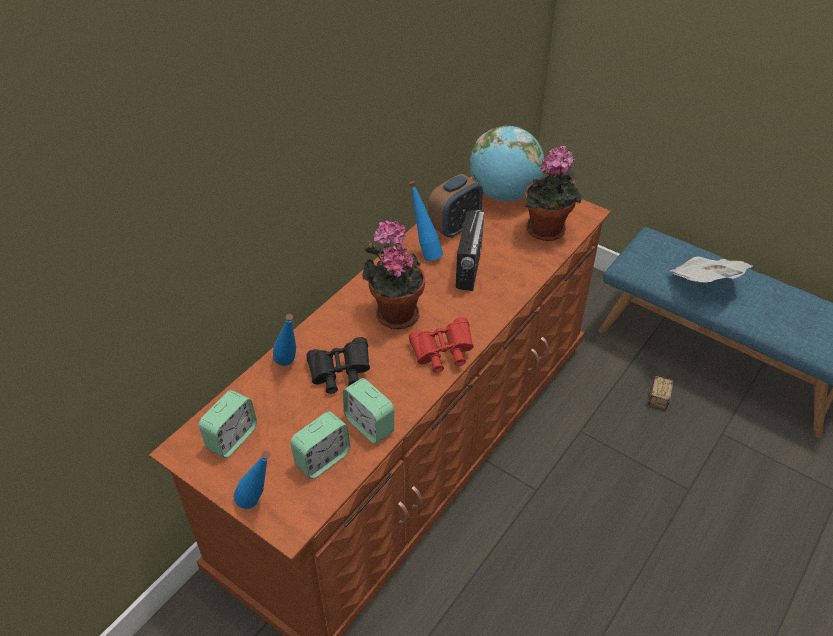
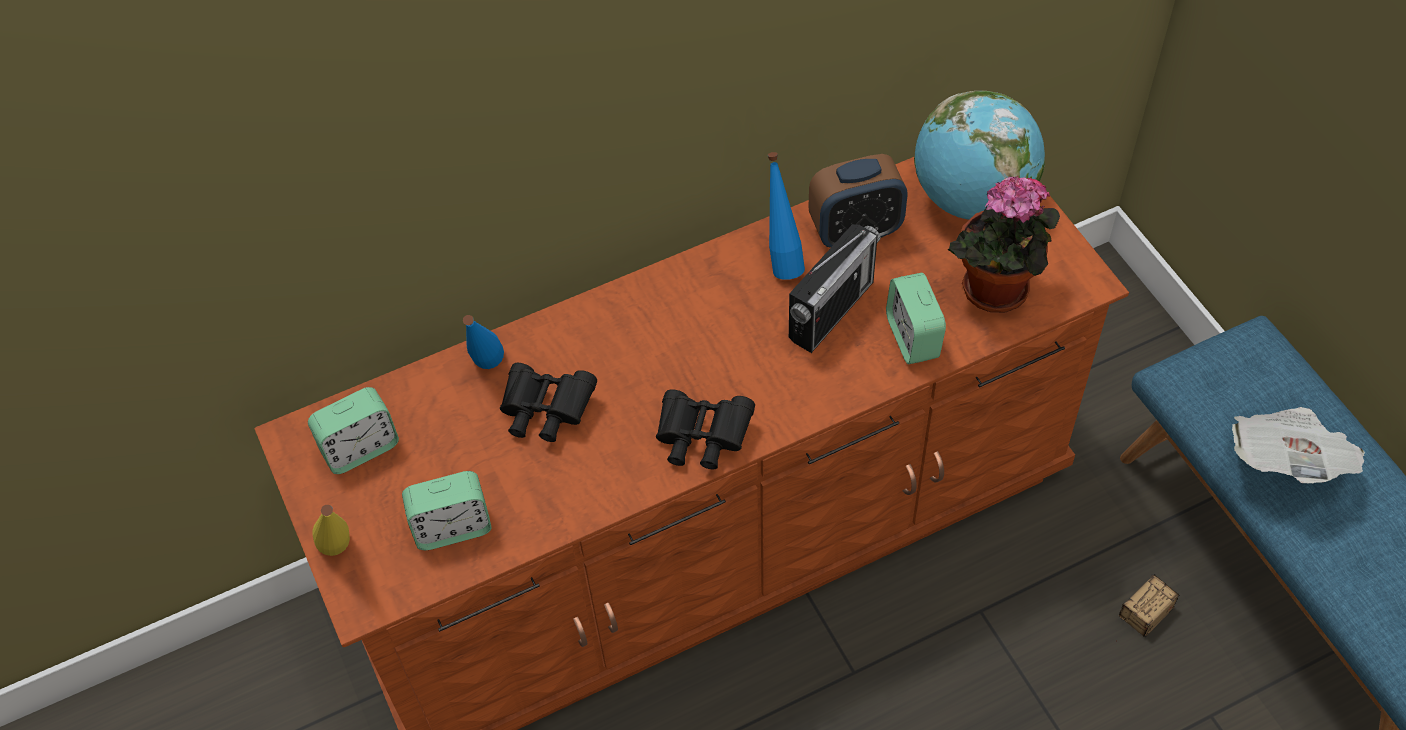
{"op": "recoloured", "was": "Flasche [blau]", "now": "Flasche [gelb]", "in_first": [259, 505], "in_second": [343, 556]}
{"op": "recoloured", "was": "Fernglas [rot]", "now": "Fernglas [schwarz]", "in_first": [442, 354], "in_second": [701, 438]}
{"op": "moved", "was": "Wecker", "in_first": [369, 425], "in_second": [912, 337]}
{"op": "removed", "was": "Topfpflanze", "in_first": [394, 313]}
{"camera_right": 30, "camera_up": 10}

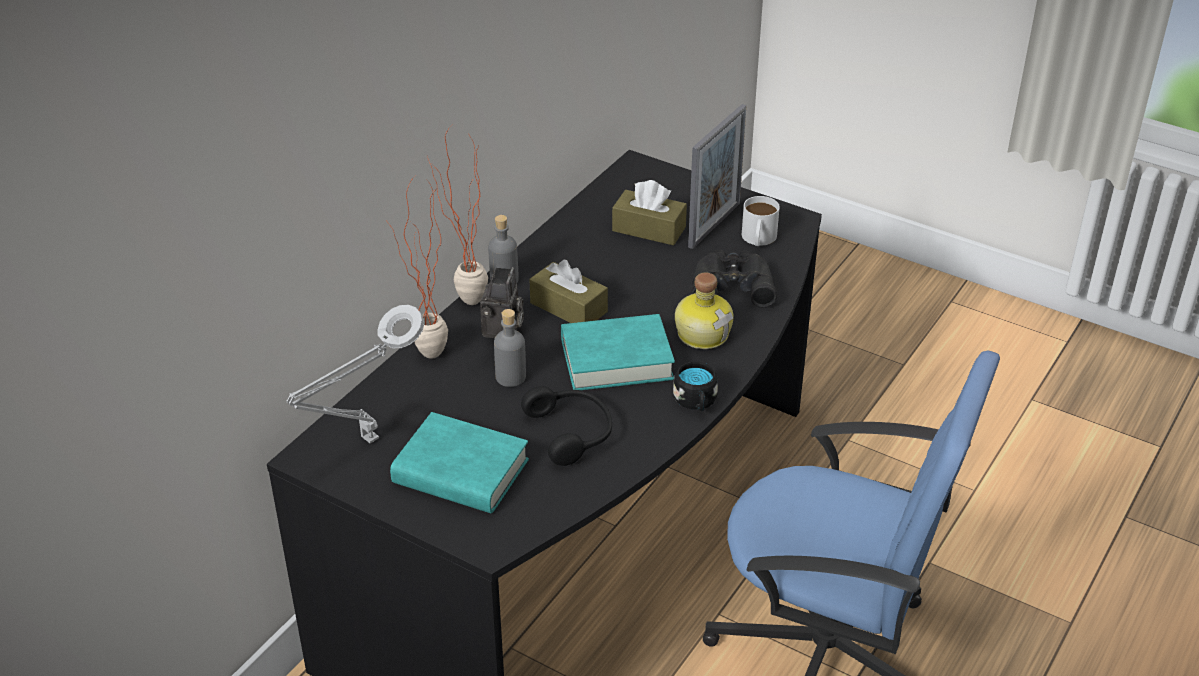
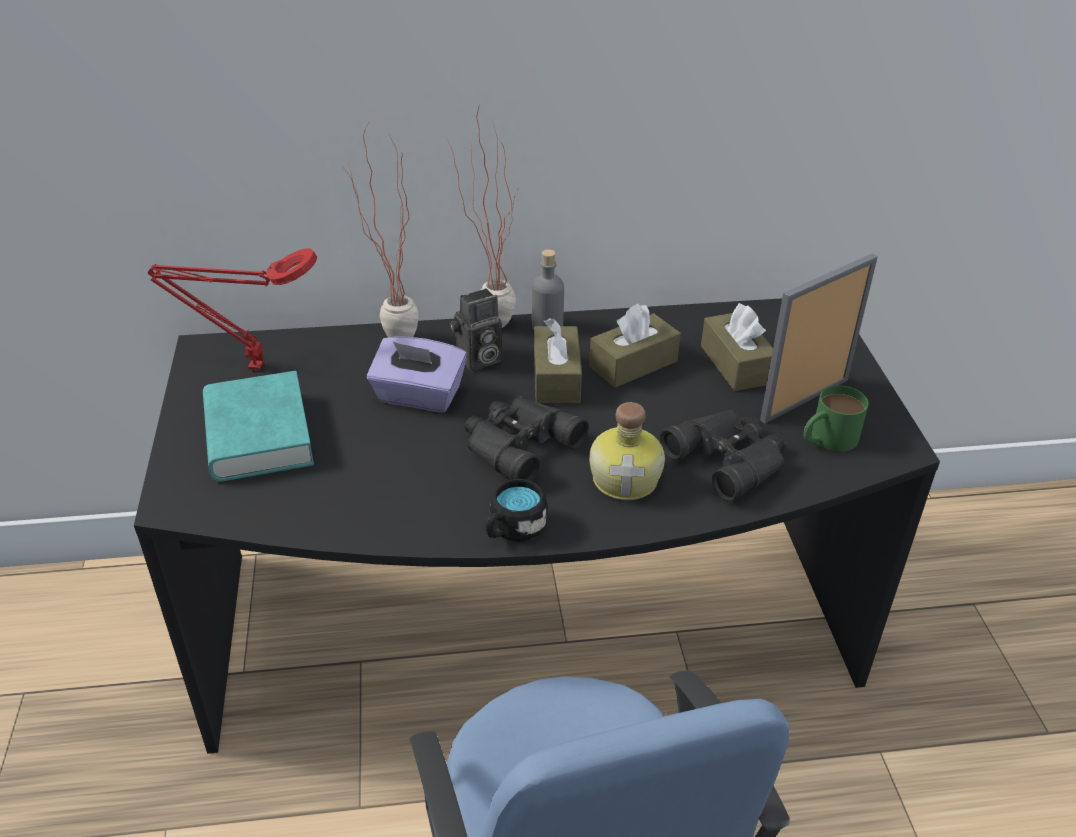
{"op": "recoloured", "was": "Tischlampe [grau]", "now": "Tischlampe [rot]", "in_first": [366, 441], "in_second": [251, 366]}
{"op": "replaced", "was": "Flasche [grau]", "now": "Taschentuchbox [lila]", "in_first": [510, 377], "in_second": [418, 396]}
{"op": "replaced", "was": "Buch [türkis]", "now": "Fernglas [schwarz]", "in_first": [616, 360], "in_second": [516, 444]}
{"op": "added", "now": "Taschentuchbox [braun]", "in_second": [633, 364]}
{"op": "turned", "was": "Bilderrahmen", "in_first": [714, 225], "in_second": [804, 400], "clockwise": 150}
{"op": "recoloured", "was": "Henkelbecher [weiß]", "now": "Henkelbecher [grün]", "in_first": [758, 239], "in_second": [827, 439]}
{"op": "removed", "was": "Kopfhörer [schwarz]", "in_first": [572, 432]}
{"camera_right": 50, "camera_up": 0}

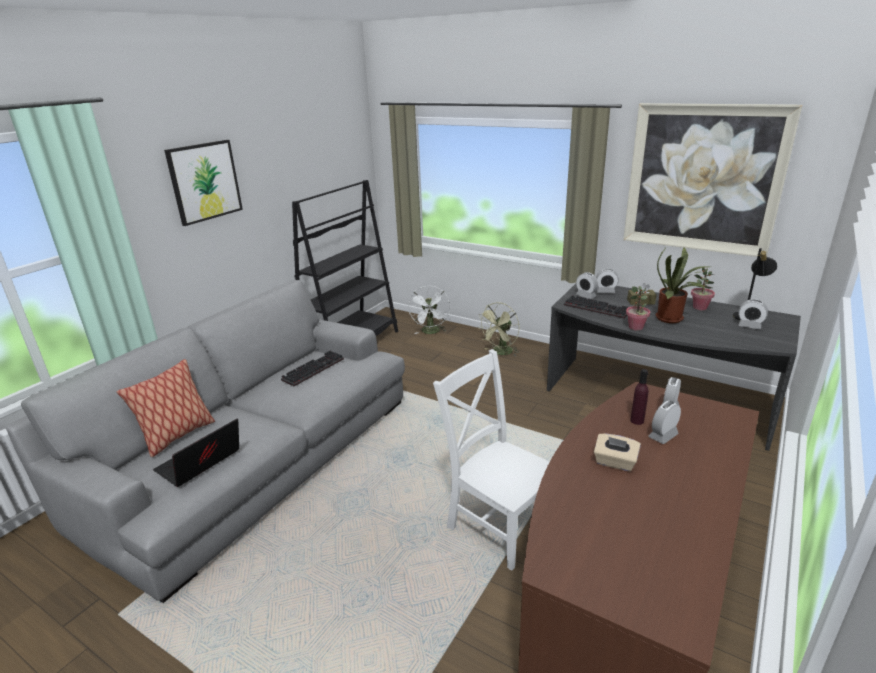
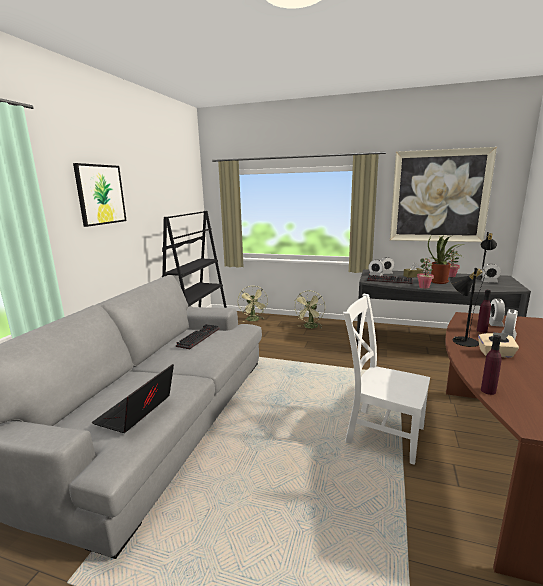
{"op": "recoloured", "was": "Ventilator [weiß]", "now": "Ventilator [grün]", "in_first": [431, 332], "in_second": [254, 320]}
{"op": "added", "now": "Tischlampe [schwarz]", "in_second": [460, 340]}
{"op": "added", "now": "Flasche [lila]", "in_second": [488, 391]}
{"op": "removed", "was": "Kissen", "in_first": [178, 436]}
{"camera_right": -15, "camera_up": -10}

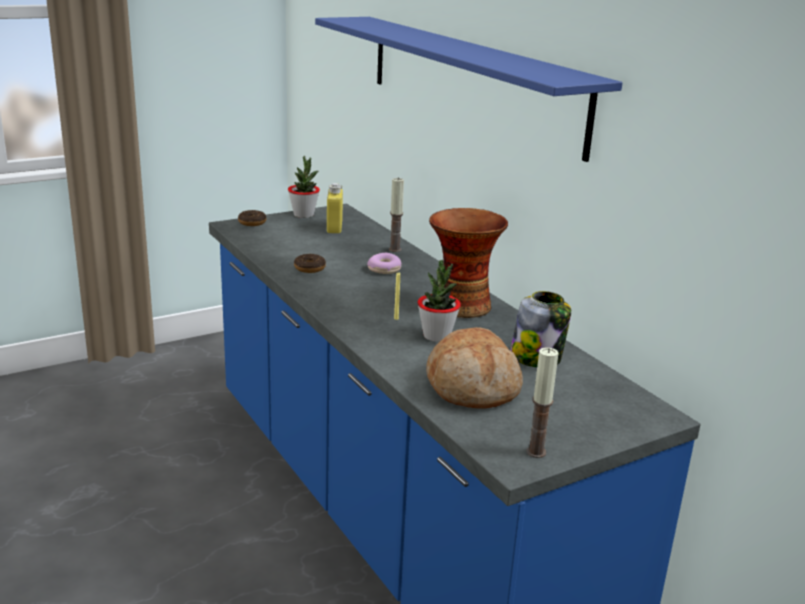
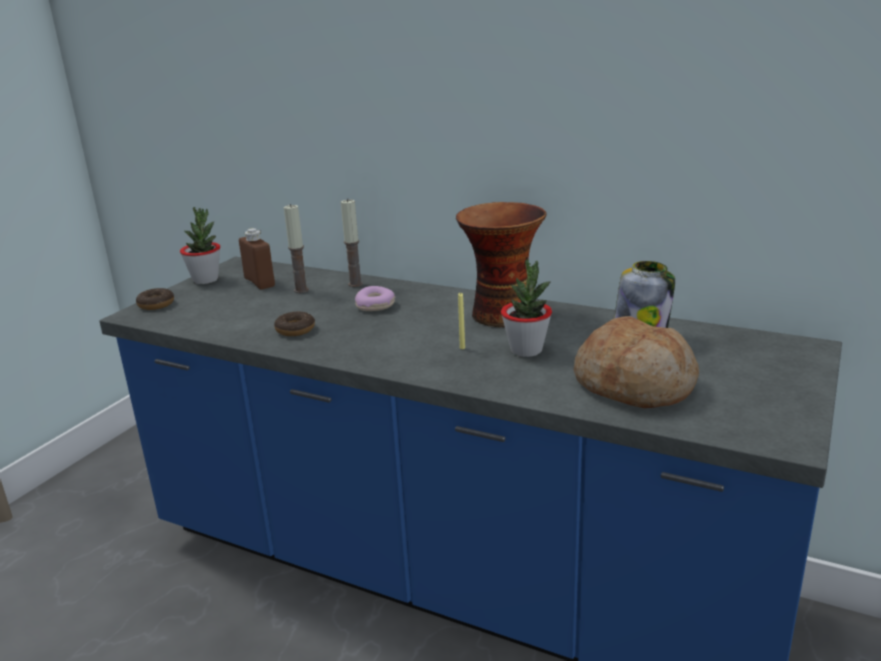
{"op": "recoloured", "was": "Flasche [gelb]", "now": "Flasche [braun]", "in_first": [334, 227], "in_second": [259, 282]}
{"op": "moved", "was": "Kerze", "in_first": [536, 452], "in_second": [301, 290]}
{"op": "removed", "was": "Wandregal [blau]", "in_first": [470, 80]}
{"camera_right": -30, "camera_up": 0}

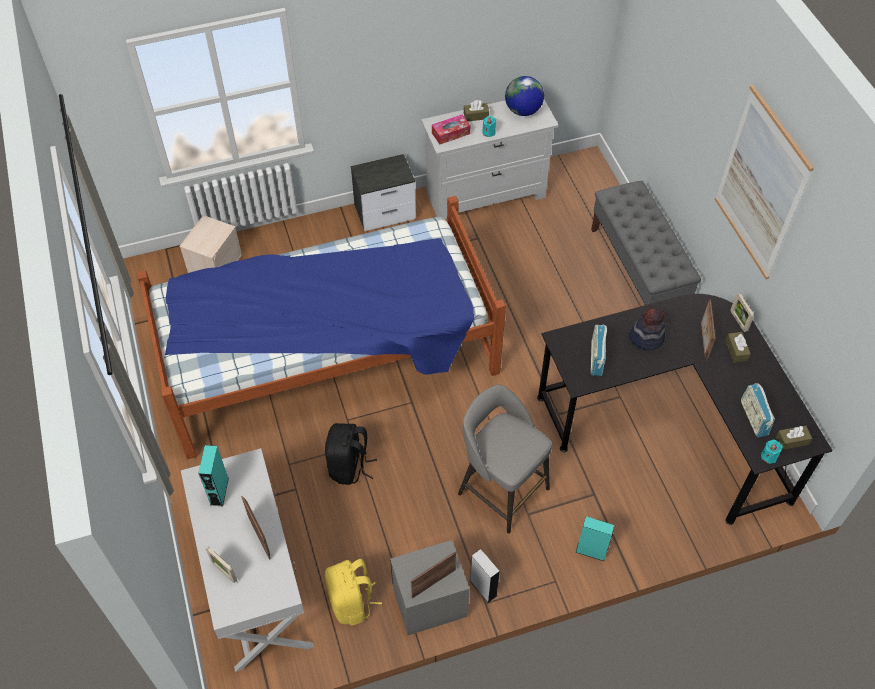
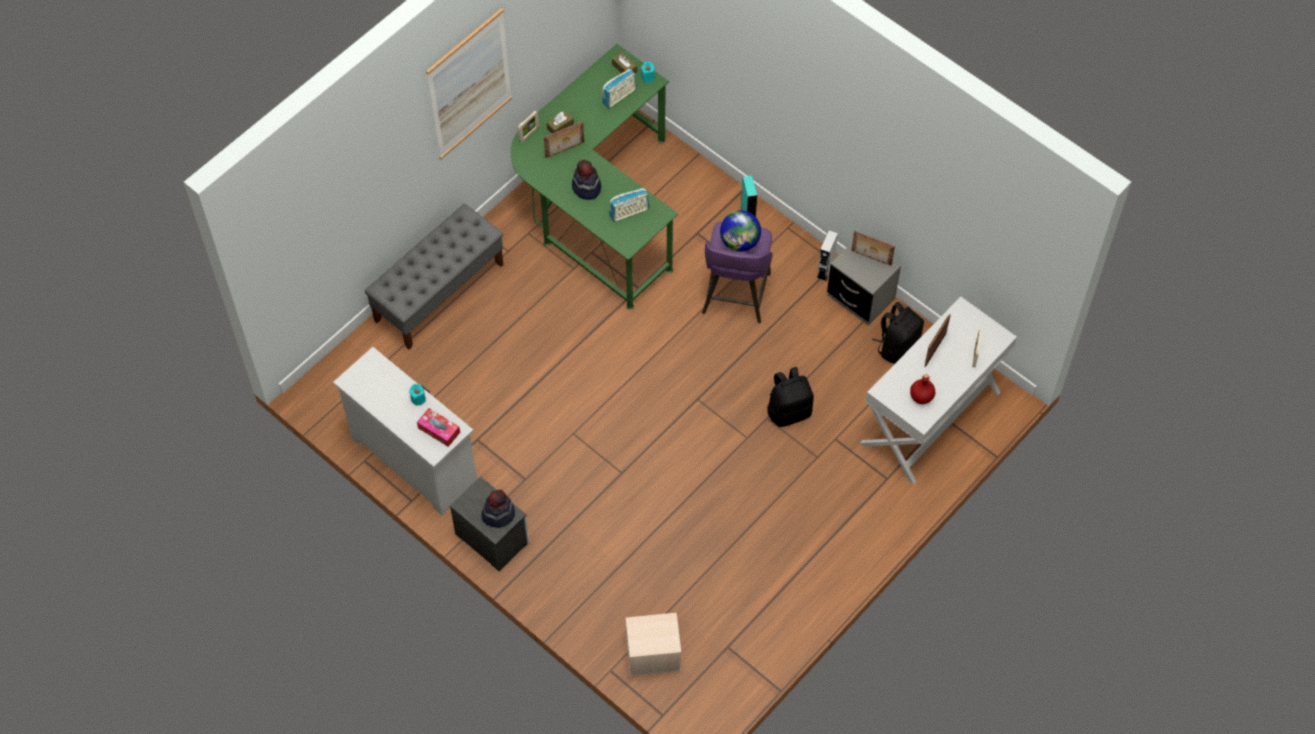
{"op": "added", "now": "Hut", "in_second": [498, 514]}
{"op": "recoloured", "was": "Schreibtisch [schwarz]", "now": "Schreibtisch [grün]", "in_first": [671, 424], "in_second": [596, 207]}
{"op": "recoloured", "was": "Hocker [grau]", "now": "Hocker [lila]", "in_first": [501, 489], "in_second": [735, 295]}
{"op": "moved", "was": "Globus", "in_first": [523, 110], "in_second": [740, 242]}
{"op": "recoloured", "was": "Rucksack [gelb]", "now": "Rucksack [schwarz]", "in_first": [352, 603], "in_second": [897, 347]}
{"op": "replaced", "was": "Lautsprecher [türkis]", "now": "Flasche [rot]", "in_first": [219, 491], "in_second": [921, 397]}
{"op": "removed", "was": "Bett", "in_first": [330, 359]}
{"op": "removed", "was": "Taschentuchbox [braun]", "in_first": [476, 116]}
{"camera_right": -120, "camera_up": 5}

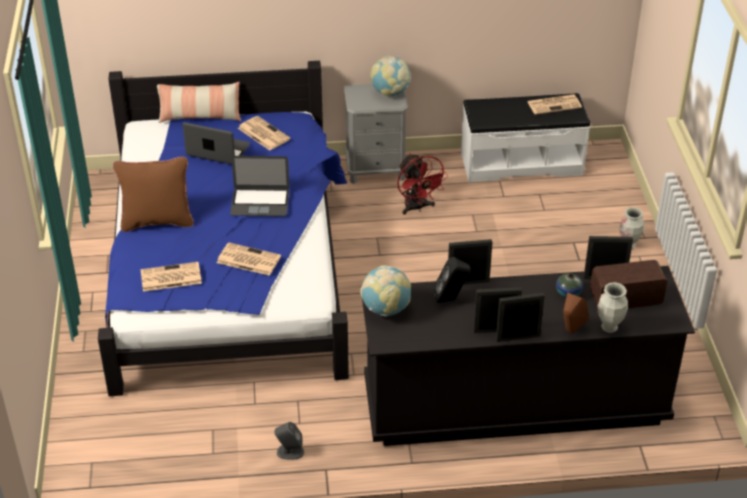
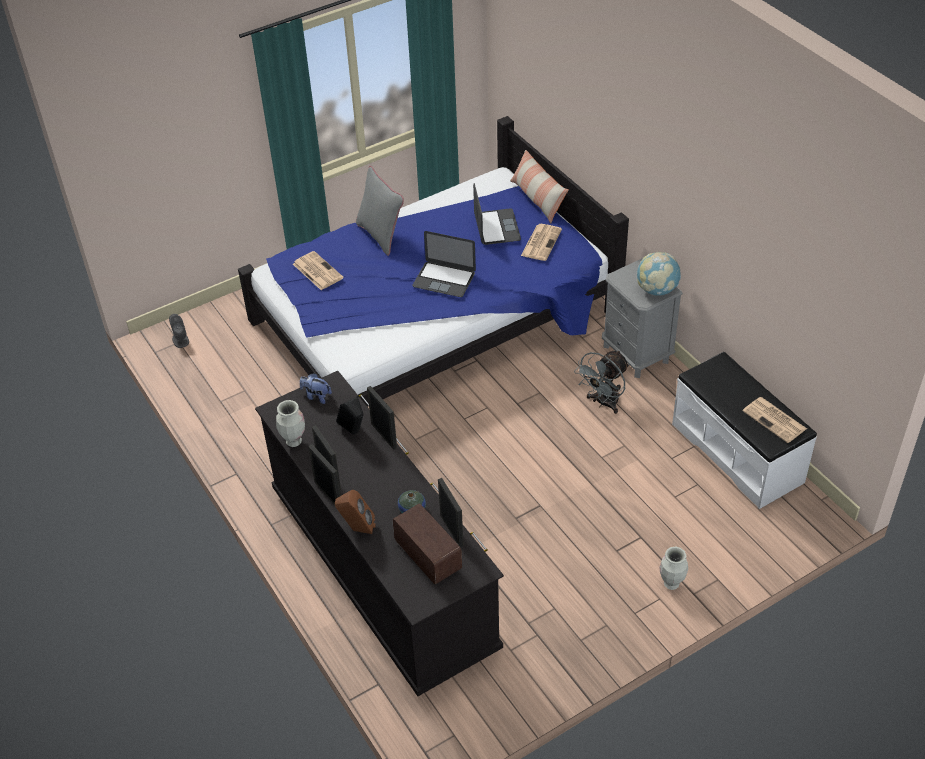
{"op": "moved", "was": "Lautsprecher [grau]", "in_first": [289, 452], "in_second": [180, 340]}
{"op": "moved", "was": "Vase", "in_first": [609, 327], "in_second": [293, 441]}
{"op": "replaced", "was": "Globus", "now": "Plüschtier", "in_first": [386, 309], "in_second": [316, 396]}
{"op": "recoloured", "was": "Kissen [braun]", "now": "Kissen [grau]", "in_first": [157, 221], "in_second": [381, 235]}
{"op": "turned", "was": "Laptop", "in_first": [260, 202], "in_second": [444, 279], "clockwise": -45}
{"op": "recoloured", "was": "Ventilator [rot]", "now": "Ventilator [grau]", "in_first": [417, 208], "in_second": [603, 403]}
{"op": "removed", "was": "Zeitung", "in_first": [247, 260]}
{"camera_right": 65, "camera_up": 5}

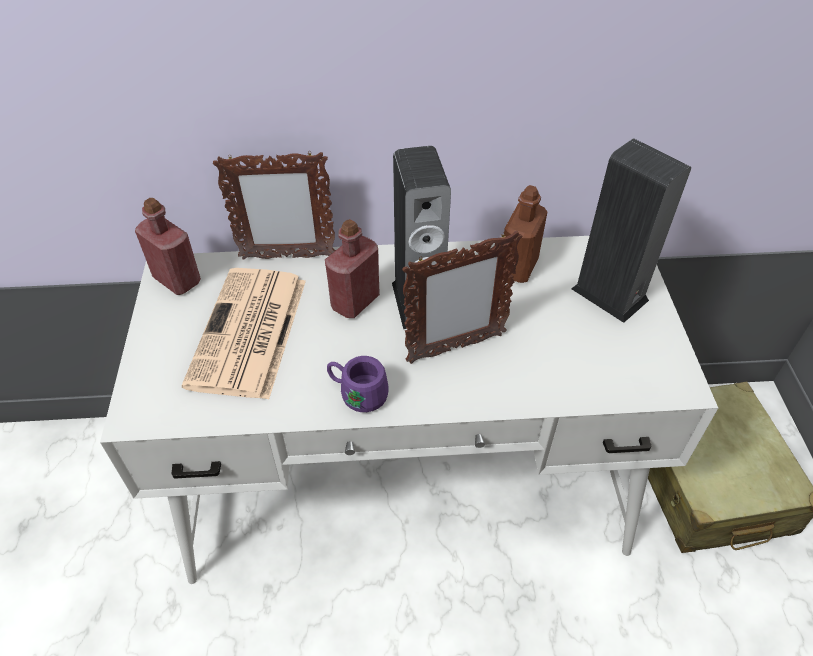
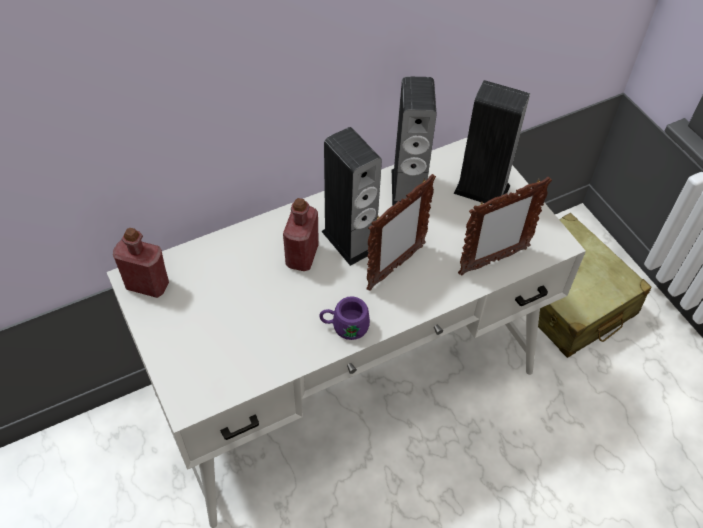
{"op": "replaced", "was": "Flasche [braun]", "now": "Lautsprecher", "in_first": [518, 267], "in_second": [408, 188]}
{"op": "moved", "was": "Bilderrahmen", "in_first": [287, 257], "in_second": [492, 261]}
{"op": "removed", "was": "Zeitung", "in_first": [249, 334]}
{"camera_right": -25, "camera_up": 5}

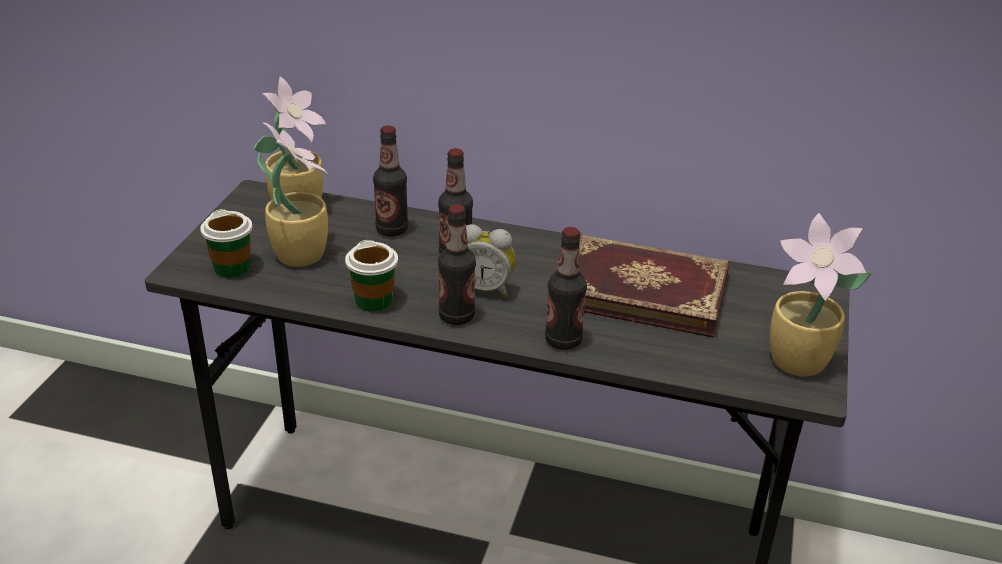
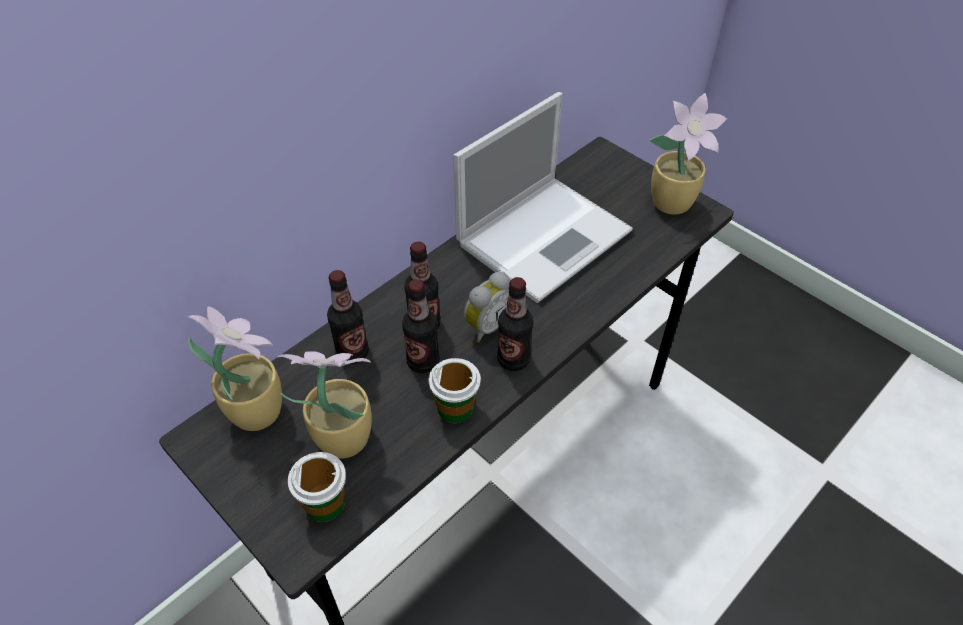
{"op": "moved", "was": "Flasche", "in_first": [563, 341], "in_second": [423, 362]}
{"op": "replaced", "was": "Buch", "now": "Laptop", "in_first": [643, 288], "in_second": [545, 235]}
{"camera_right": -60, "camera_up": 15}

